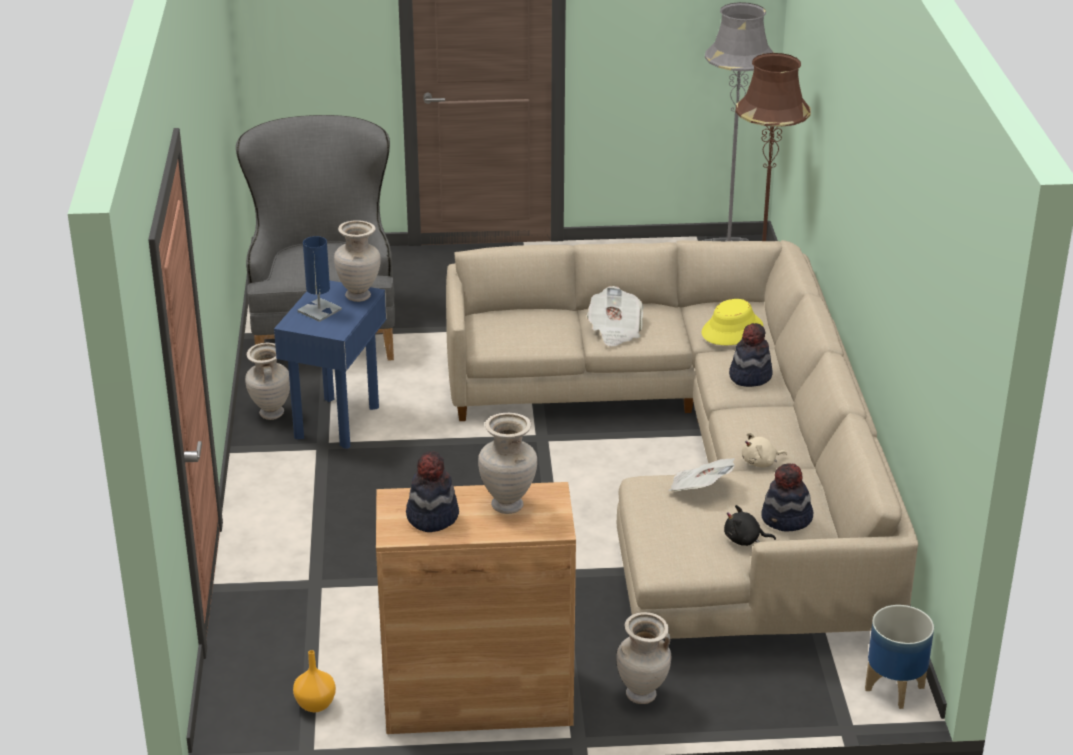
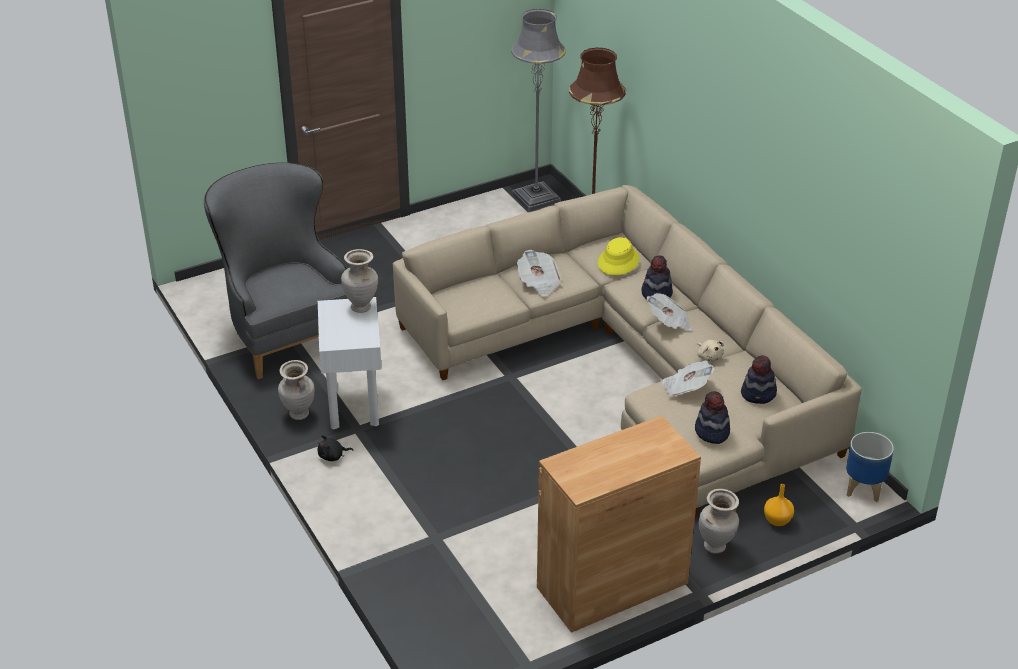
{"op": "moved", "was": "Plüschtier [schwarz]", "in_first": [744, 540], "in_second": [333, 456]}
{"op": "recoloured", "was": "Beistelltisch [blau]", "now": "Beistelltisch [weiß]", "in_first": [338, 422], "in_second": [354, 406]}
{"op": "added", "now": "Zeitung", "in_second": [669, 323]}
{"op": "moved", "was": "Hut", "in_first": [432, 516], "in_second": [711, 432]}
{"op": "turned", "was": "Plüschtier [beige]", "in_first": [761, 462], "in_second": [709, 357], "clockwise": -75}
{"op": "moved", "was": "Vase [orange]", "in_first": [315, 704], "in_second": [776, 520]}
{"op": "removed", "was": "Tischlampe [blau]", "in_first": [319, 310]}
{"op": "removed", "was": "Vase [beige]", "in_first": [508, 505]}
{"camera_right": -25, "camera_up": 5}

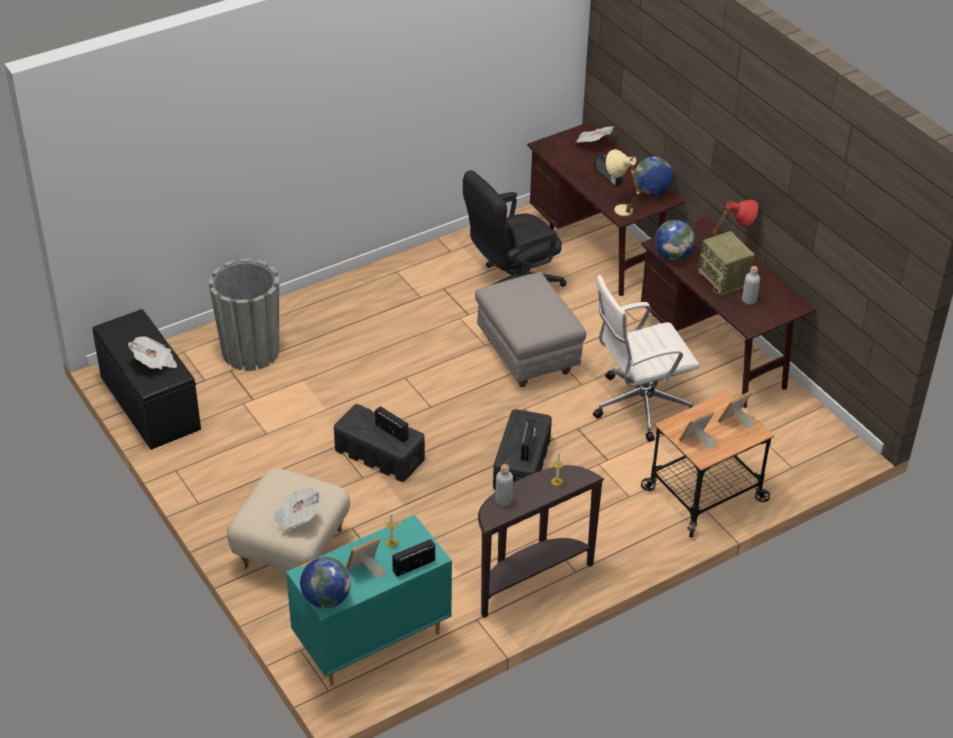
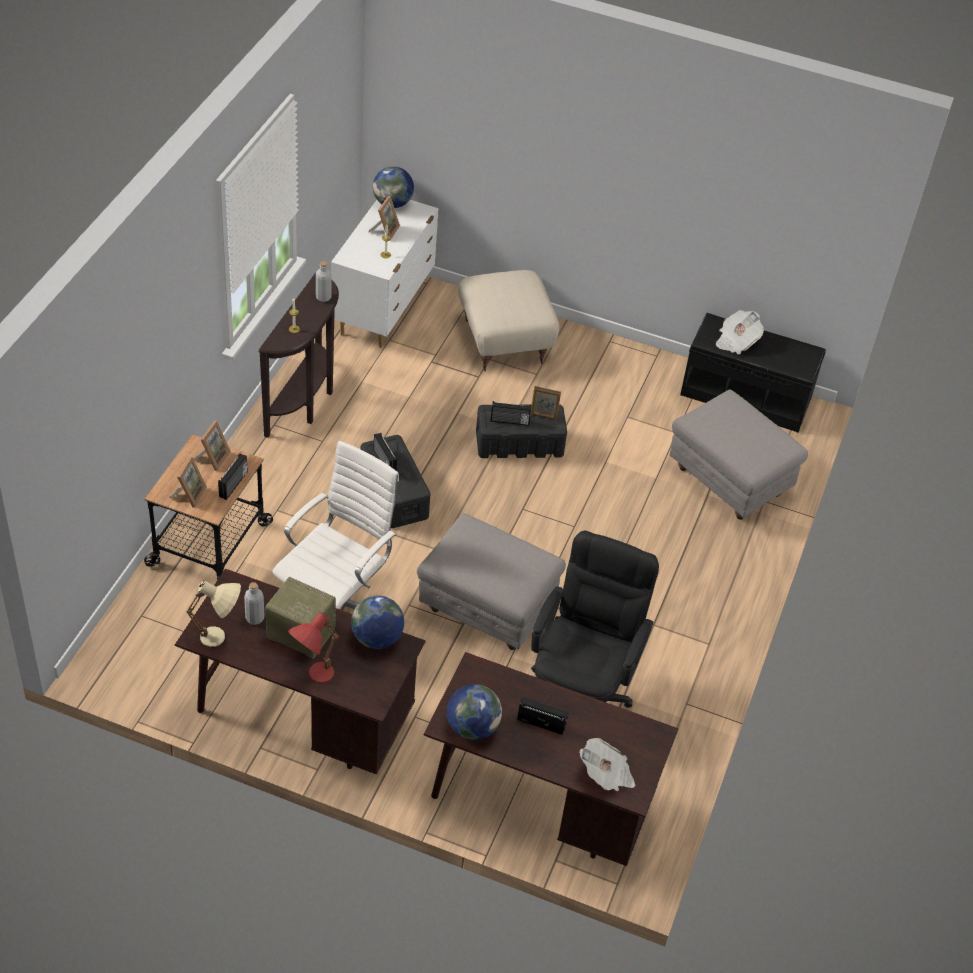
{"op": "moved", "was": "Tischlampe [beige]", "in_first": [618, 207], "in_second": [221, 639]}
{"op": "moved", "was": "Radio", "in_first": [413, 565], "in_second": [234, 484]}
{"op": "recoloured", "was": "Kommode [türkis]", "now": "Kommode [weiß]", "in_first": [371, 641], "in_second": [383, 309]}
{"op": "added", "now": "Bilderrahmen", "in_second": [543, 416]}
{"op": "replaced", "was": "Pflanzkübel [grau]", "now": "Polsterhocker [grau]", "in_first": [250, 352], "in_second": [730, 482]}
{"op": "removed", "was": "Zeitung", "in_first": [296, 518]}
{"camera_right": 140, "camera_up": 5}

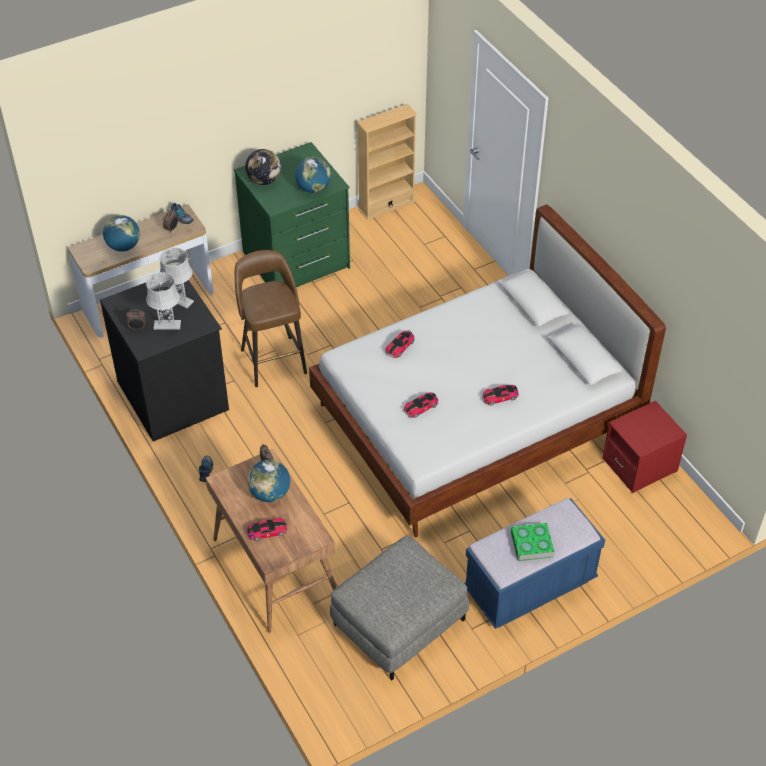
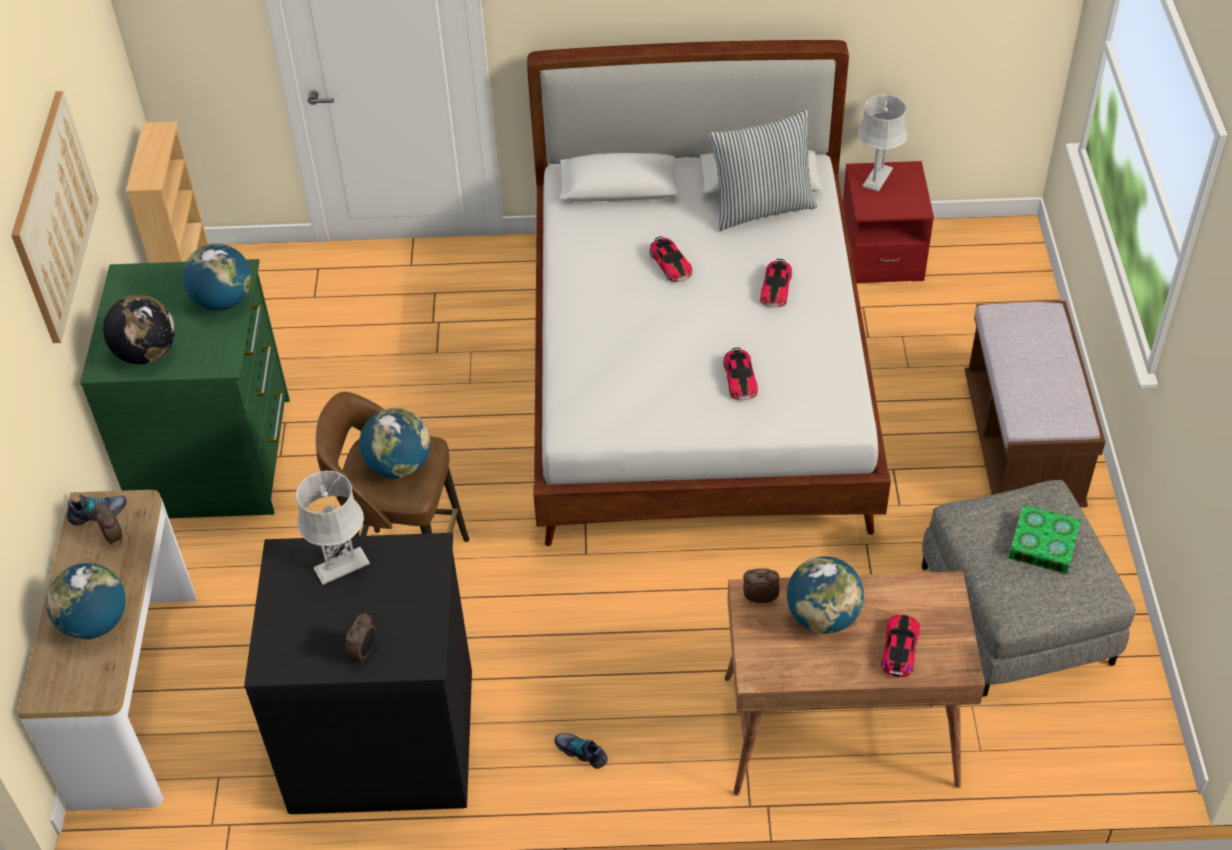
{"op": "added", "now": "Bild", "in_second": [54, 215]}
{"op": "added", "now": "Globus", "in_second": [399, 466]}
{"op": "moved", "was": "Spielzeugauto", "in_first": [400, 346], "in_second": [670, 264]}
{"op": "added", "now": "Kissen", "in_second": [761, 208]}
{"op": "moved", "was": "Tischlampe [grau]", "in_first": [167, 325], "in_second": [877, 178]}
{"op": "recoloured", "was": "Bank [blau]", "now": "Bank [braun]", "in_first": [530, 585], "in_second": [1022, 445]}
{"op": "moved", "was": "Buch", "in_first": [531, 544], "in_second": [1043, 544]}
{"camera_right": -60, "camera_up": 0}

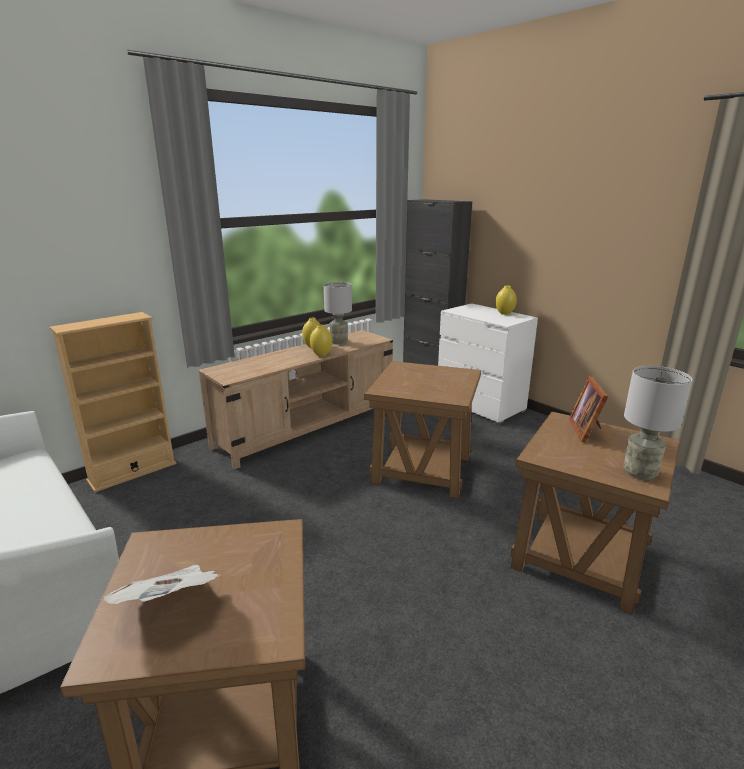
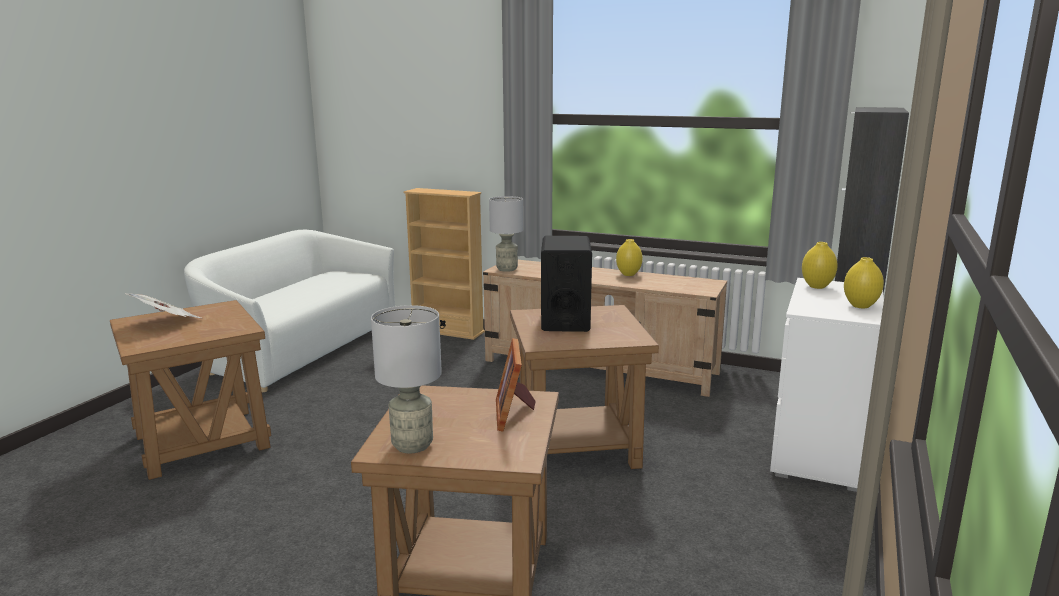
{"op": "moved", "was": "Tischlampe [grau]", "in_first": [339, 342], "in_second": [507, 269]}
{"op": "turned", "was": "Bilderrahmen", "in_first": [587, 430], "in_second": [514, 413], "clockwise": -75}
{"op": "added", "now": "Lautsprecher [schwarz]", "in_second": [565, 320]}
{"op": "moved", "was": "Vase [gelb]", "in_first": [321, 354], "in_second": [817, 287]}
{"camera_right": 65, "camera_up": -5}

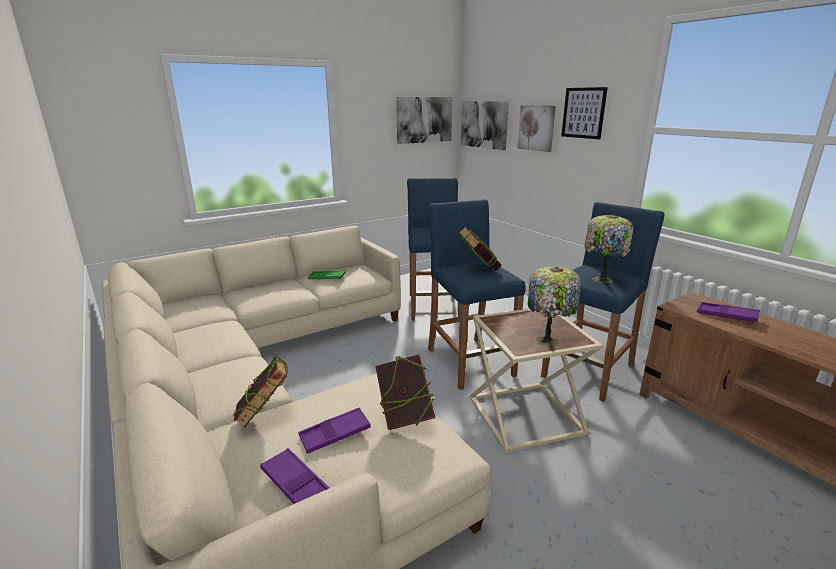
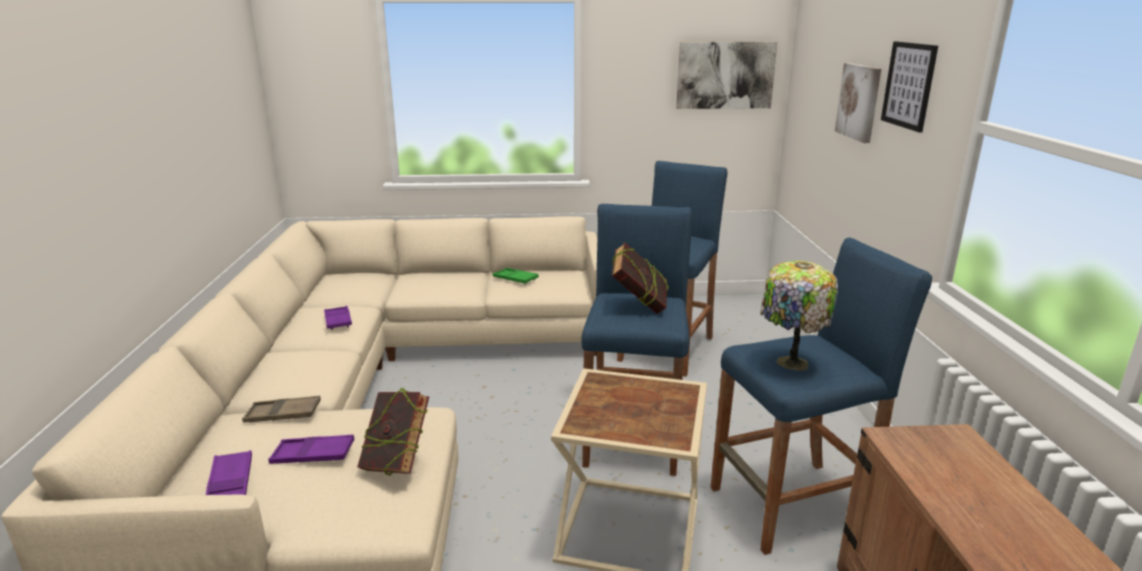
{"op": "replaced", "was": "Buch", "now": "Tablett [braun]", "in_first": [265, 415], "in_second": [283, 414]}
{"op": "moved", "was": "Tablett [lila]", "in_first": [726, 315], "in_second": [338, 321]}
{"op": "removed", "was": "Bild", "in_first": [484, 124]}
{"op": "removed", "was": "Tischlampe", "in_first": [549, 340]}
{"camera_right": 30, "camera_up": 0}

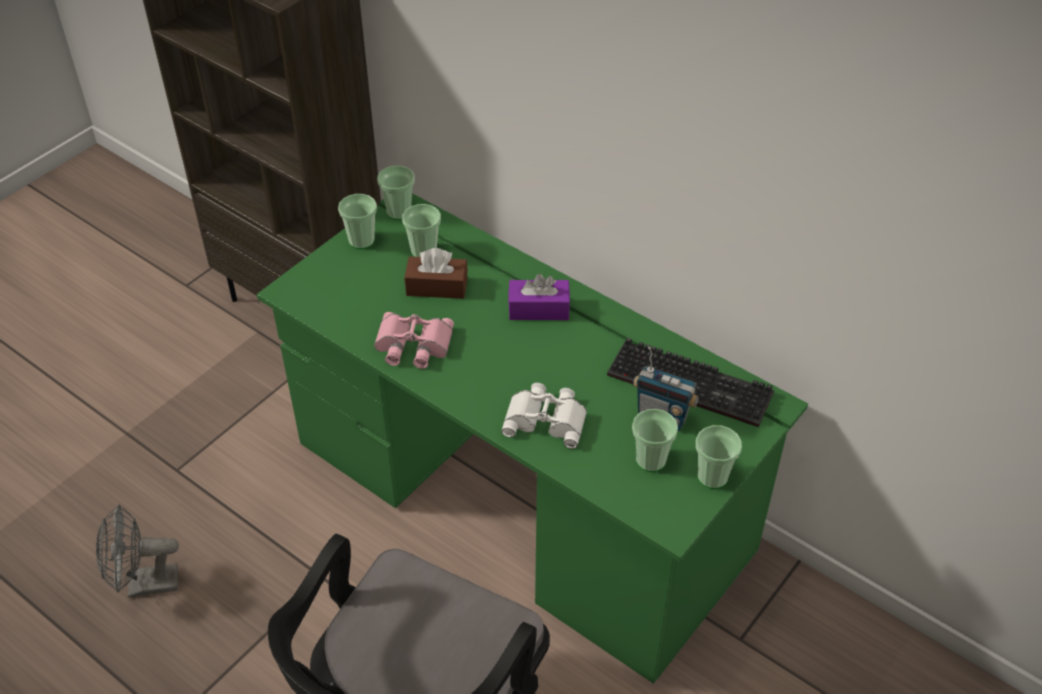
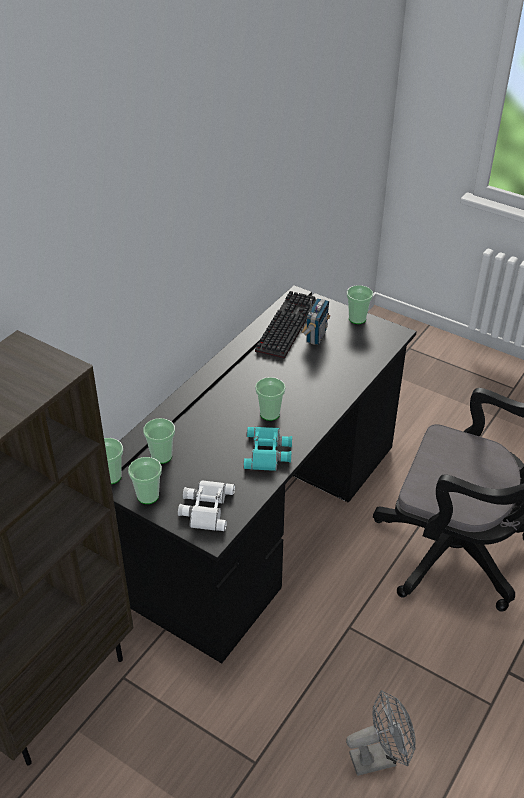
{"op": "recoloured", "was": "Schreibtisch [grün]", "now": "Schreibtisch [schwarz]", "in_first": [521, 496], "in_second": [260, 516]}
{"op": "moved", "was": "Fernglas [weiß]", "in_first": [546, 419], "in_second": [205, 508]}
{"op": "recoloured", "was": "Fernglas [rosa]", "now": "Fernglas [türkis]", "in_first": [412, 346], "in_second": [268, 452]}
{"op": "moved", "was": "Tasse", "in_first": [650, 460], "in_second": [269, 414]}
{"op": "turned", "was": "Ventilator [grau]", "in_first": [144, 585], "in_second": [379, 757], "clockwise": -90}
{"op": "removed", "was": "Taschentuchbox [braun]", "in_first": [437, 286]}
{"op": "removed", "was": "Taschentuchbox [lila]", "in_first": [539, 309]}
{"camera_right": -95, "camera_up": -5}

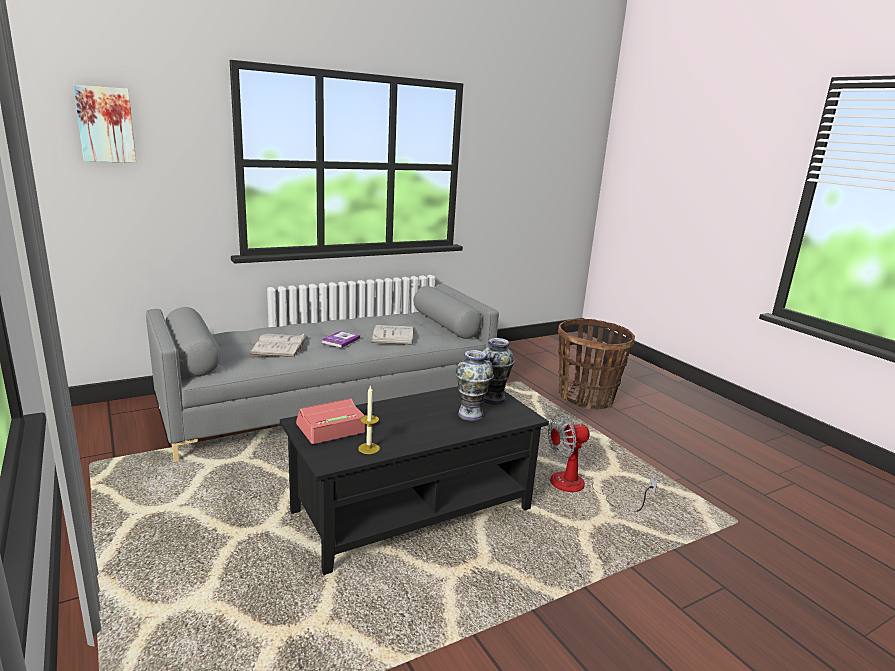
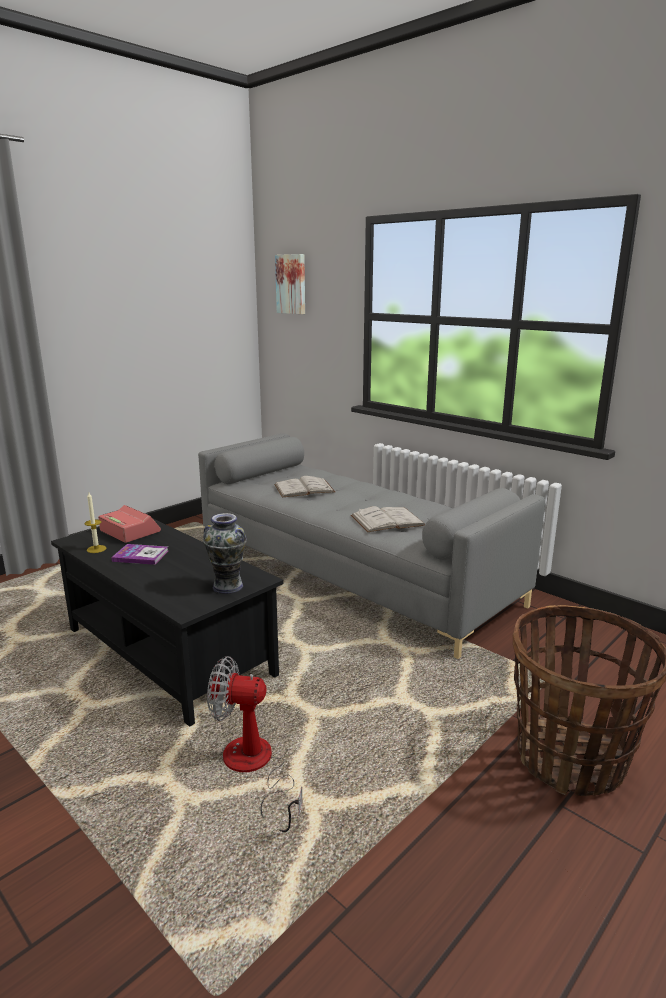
{"op": "moved", "was": "Buch", "in_first": [340, 340], "in_second": [140, 556]}
{"op": "turned", "was": "Ventilator", "in_first": [580, 488], "in_second": [254, 768], "clockwise": -45}
{"op": "removed", "was": "Vase", "in_first": [470, 414]}
{"camera_right": 75, "camera_up": 0}

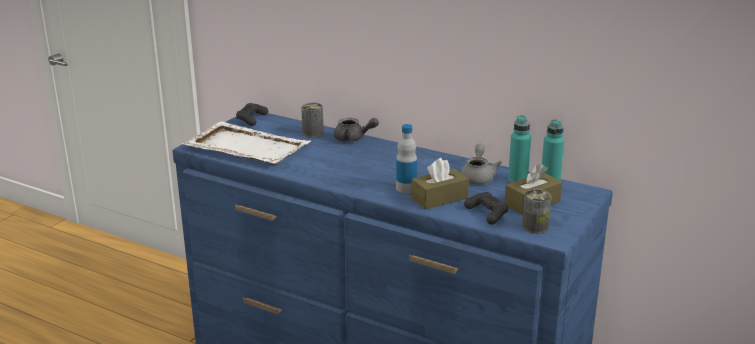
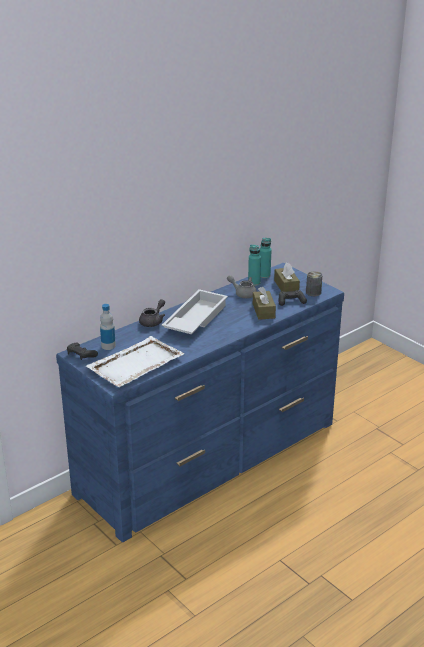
{"op": "moved", "was": "Flasche", "in_first": [406, 188], "in_second": [108, 346]}
{"op": "added", "now": "Tablett [weiß]", "in_second": [195, 319]}
{"op": "removed", "was": "Dose", "in_first": [313, 133]}
{"camera_right": -70, "camera_up": 5}

